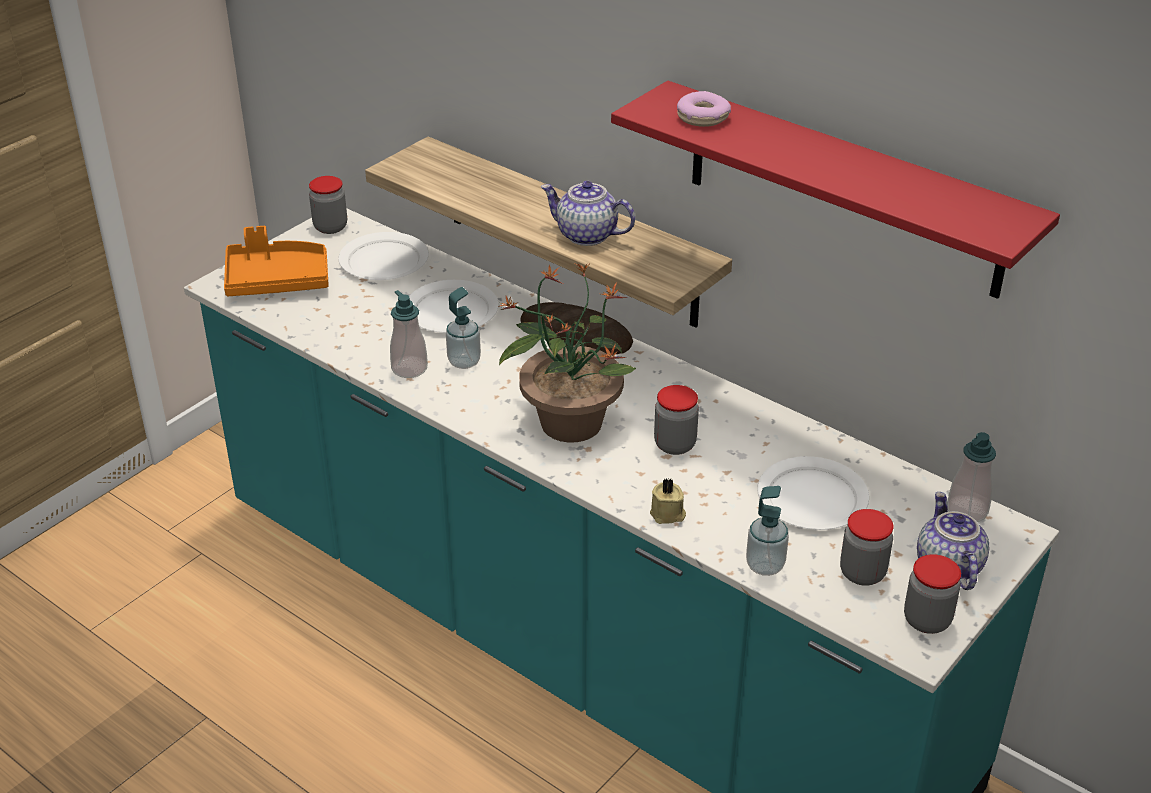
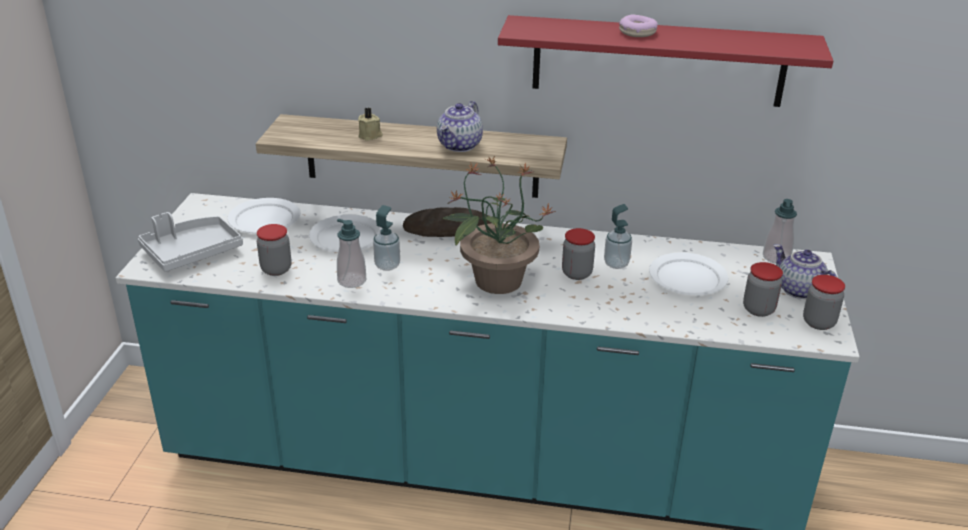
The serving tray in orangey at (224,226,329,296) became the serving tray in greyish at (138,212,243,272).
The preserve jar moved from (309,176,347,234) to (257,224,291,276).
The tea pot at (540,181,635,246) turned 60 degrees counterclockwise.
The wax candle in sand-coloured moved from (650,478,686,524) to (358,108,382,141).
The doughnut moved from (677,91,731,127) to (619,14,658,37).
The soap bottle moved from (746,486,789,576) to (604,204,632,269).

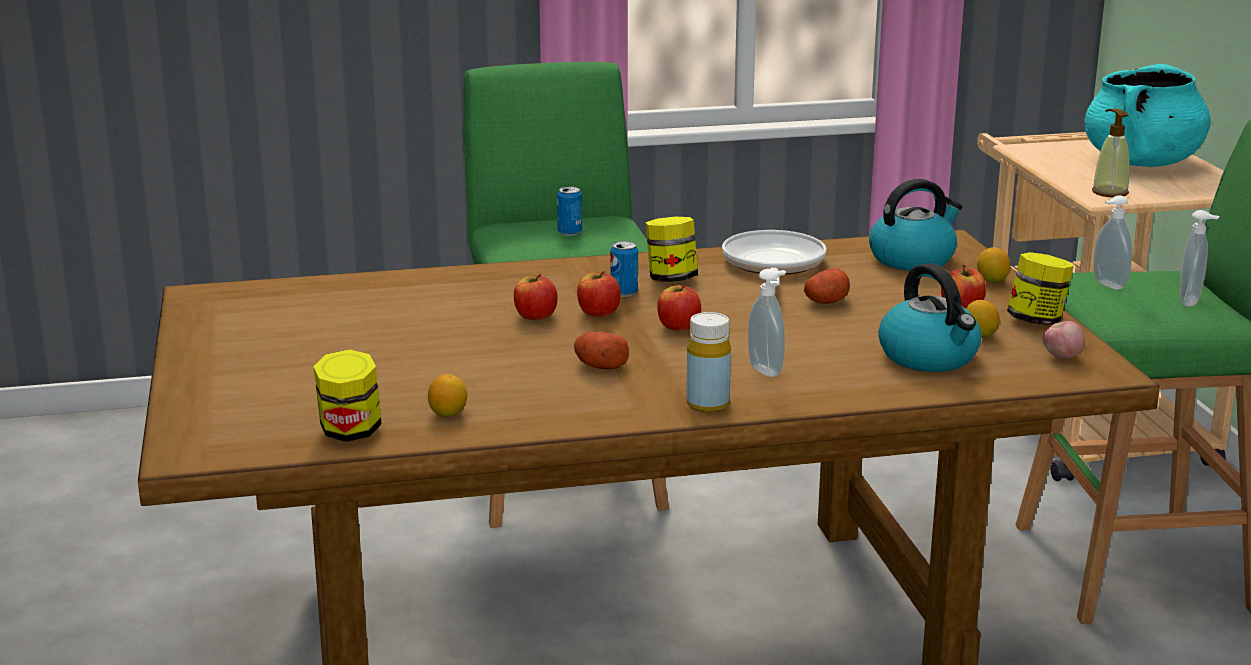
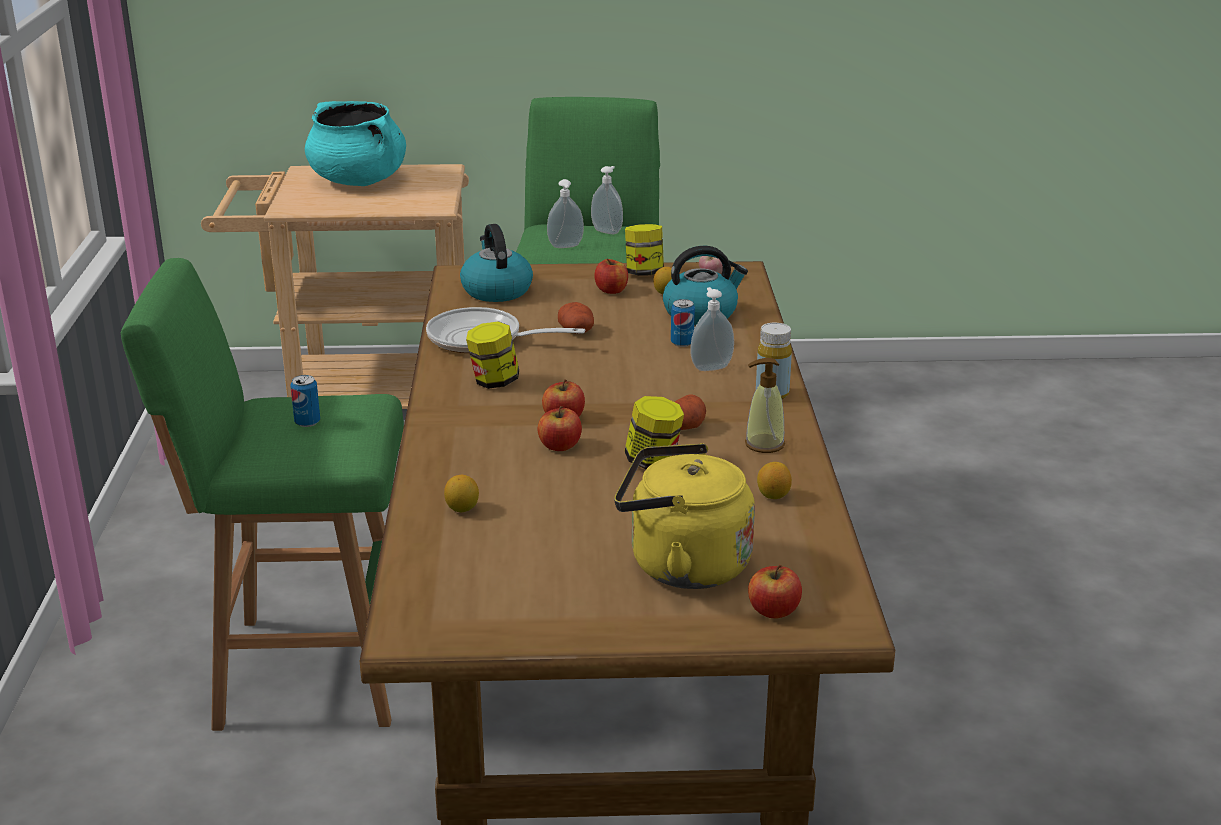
The preserve jar moved from (313,349,382,442) to (625,396,684,469).
The metal can moved from (610,241,638,297) to (671,299,695,347).
The apple moved from (657,285,701,331) to (748,564,802,619).
The citrus fruit moved from (977,247,1010,283) to (444,475,479,512).
The soap bottle moved from (1092,108,1130,197) to (745,358,785,453).
The water kettle in yellowish at (614,443,755,589) appeared.

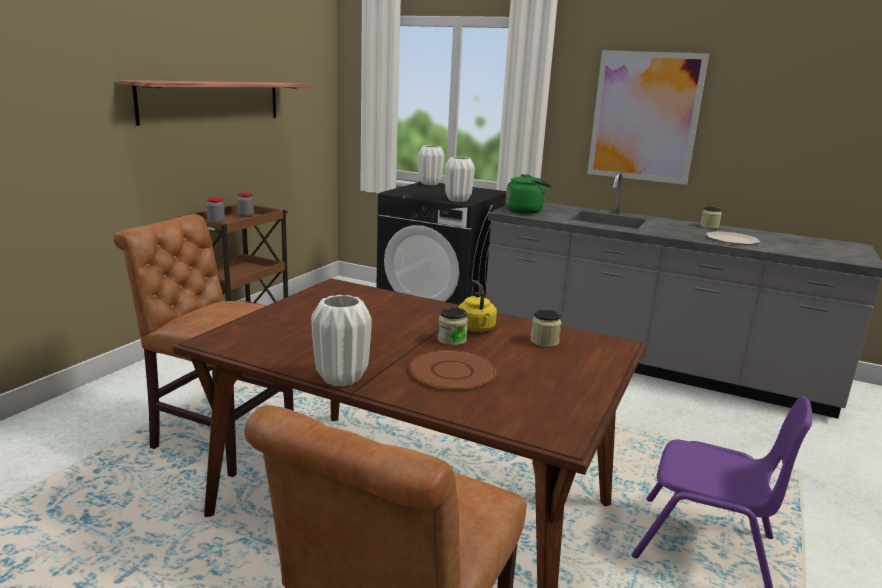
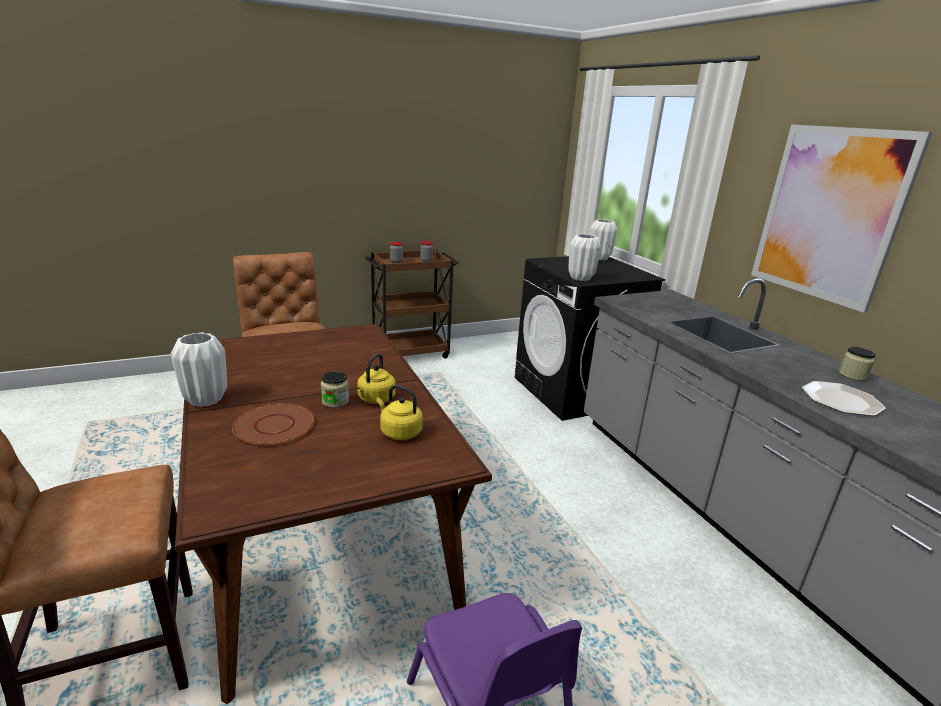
The shelf at (118,80,311,126) disappeared.
The water kettle in green-coloured at (506,174,552,214) disappeared.
The preserve jar at (530,309,562,347) was replaced by the water kettle in yellowish at (376,385,423,440).

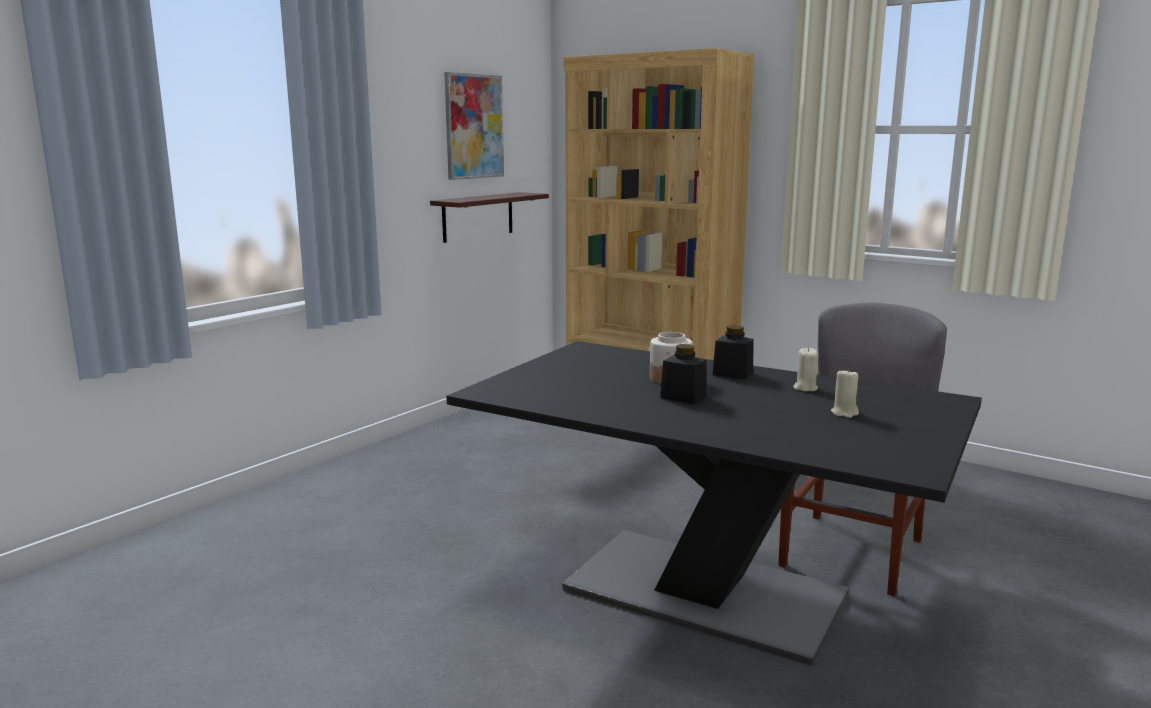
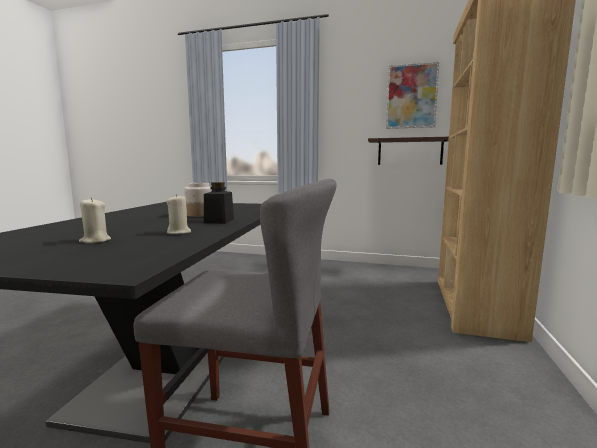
The preserve jar in black at (660,344,707,404) disappeared.

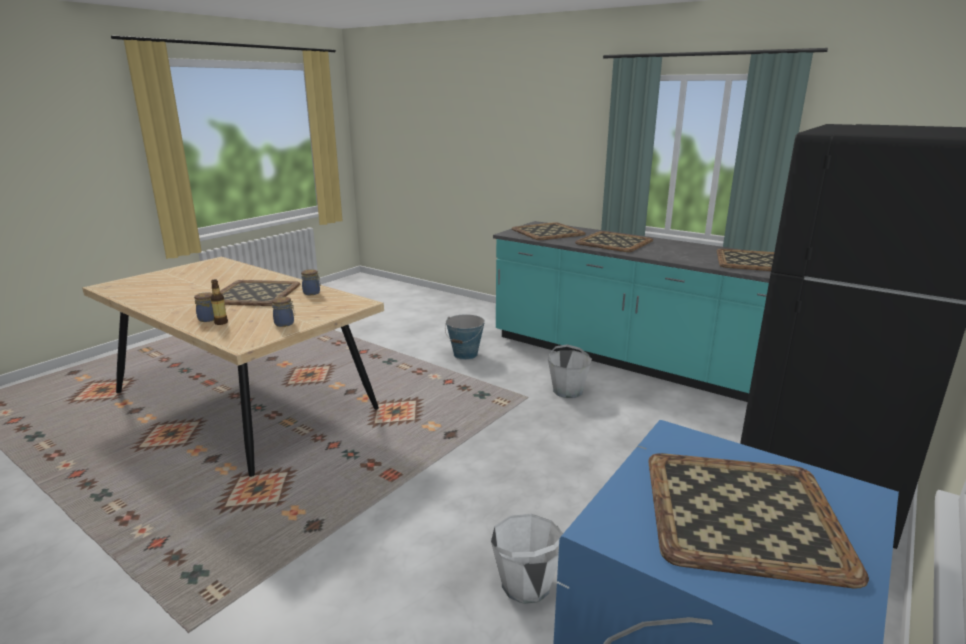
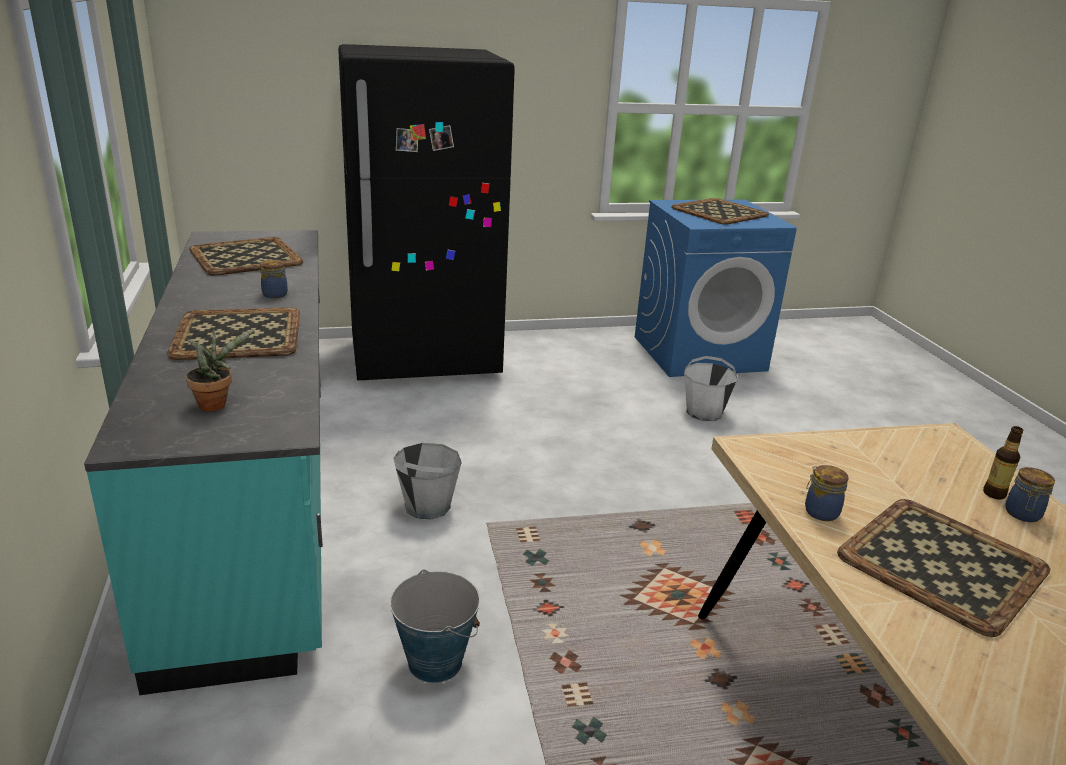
The preserve jar moved from (272,297,295,327) to (260,260,288,298).
The serving tray at (512,222,586,240) was replaced by the houseplant at (186,329,255,411).

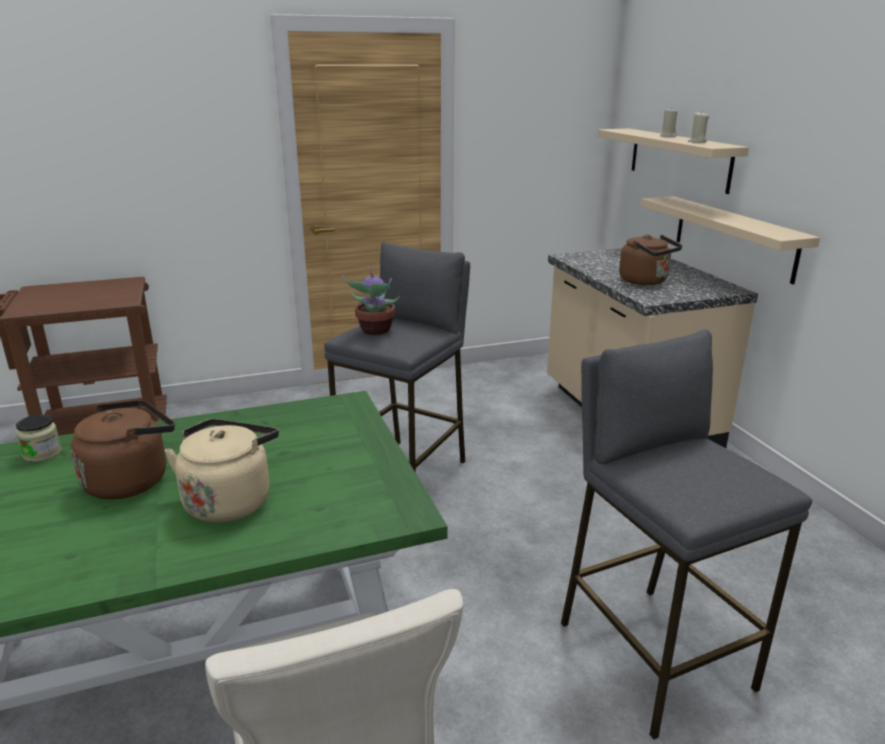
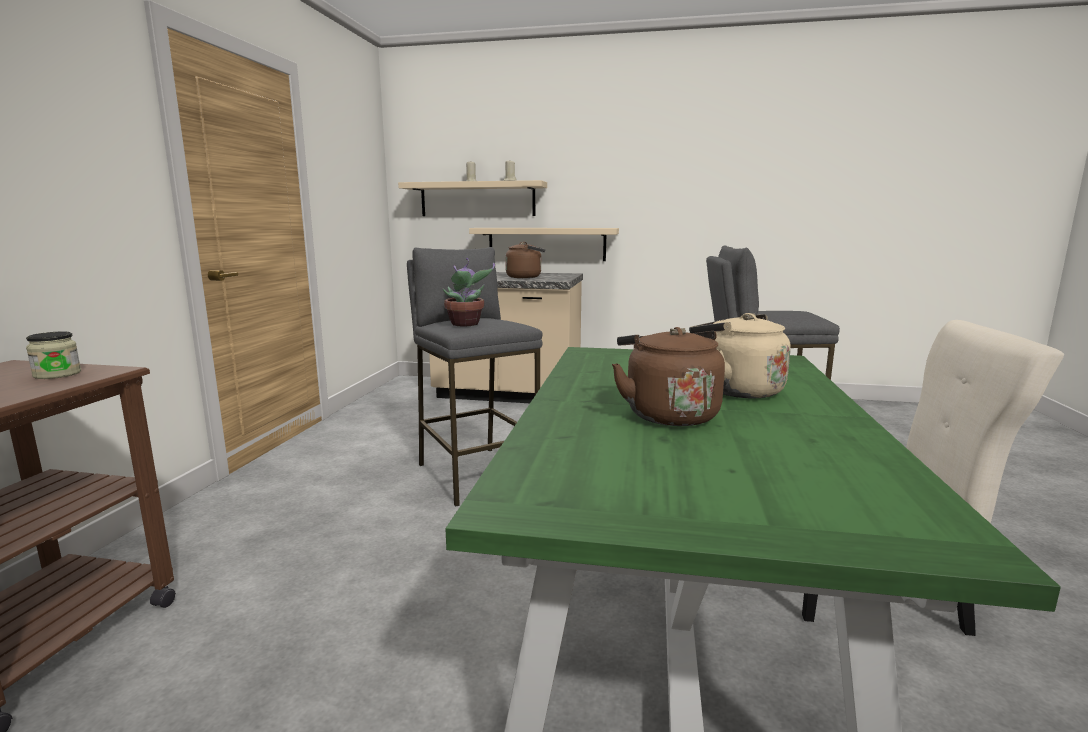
The preserve jar moved from (16,414,62,462) to (26,331,81,379).

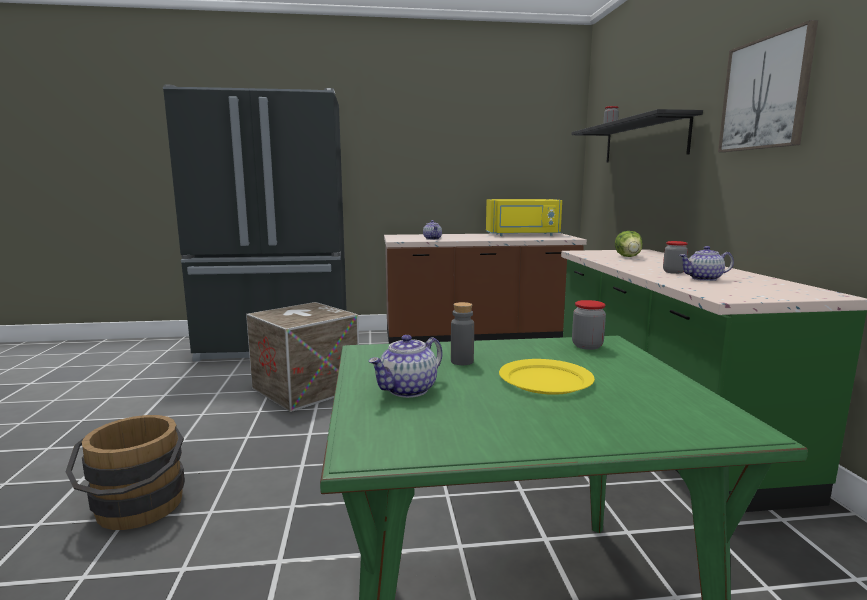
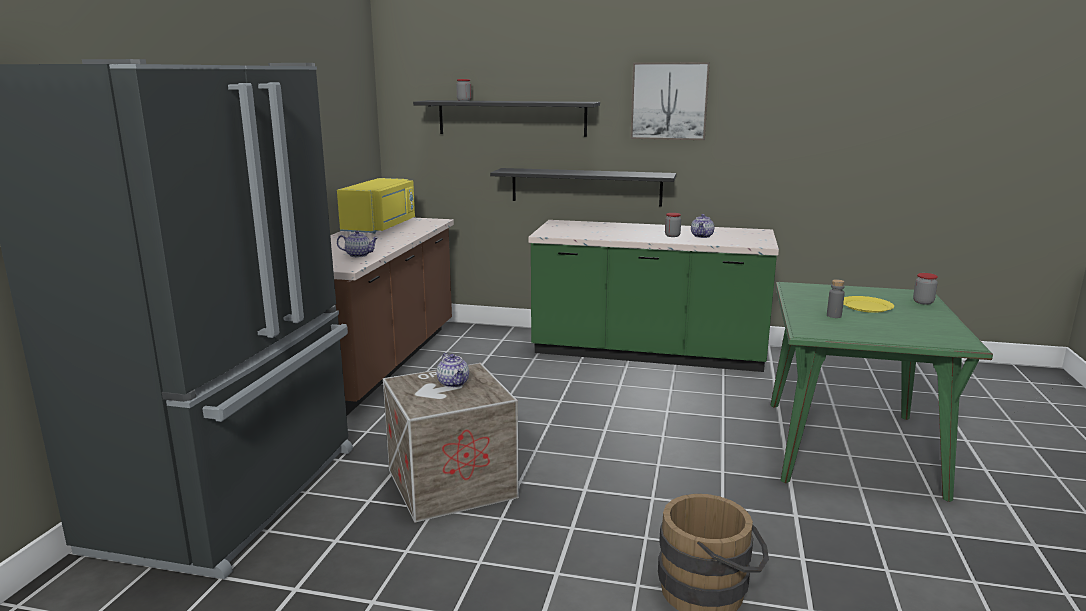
The tea pot moved from (368,335,442,398) to (437,353,469,388).
The preserve jar moved from (572,300,606,350) to (913,273,938,305).
The lettuce at (615,231,643,257) disappeared.
The shelf in black at (490,168,676,207) appeared.

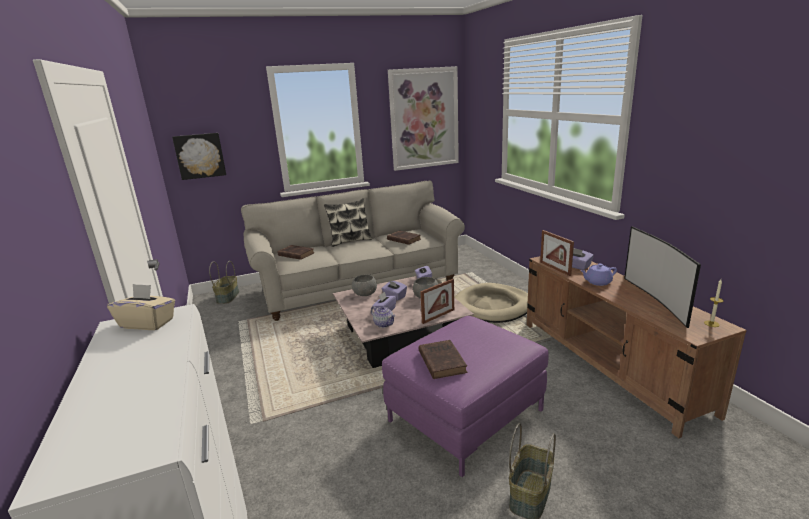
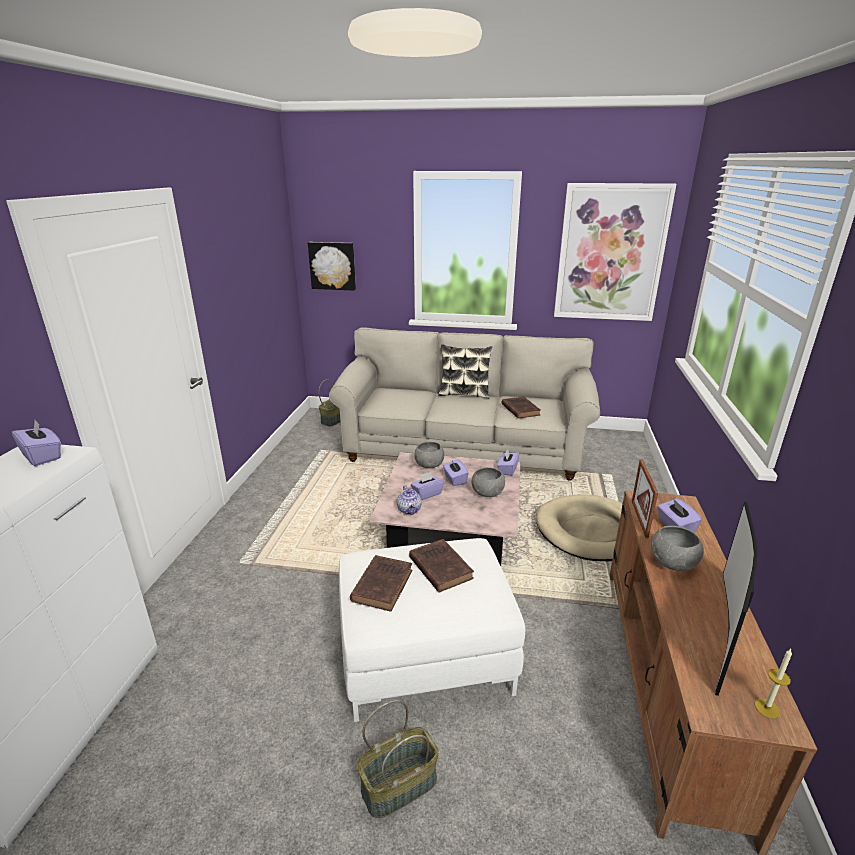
The box of tissues in sand-coloured at (107,284,175,330) became the box of tissues in purple at (12,420,61,466).
The book in brownish moved from (278,245,314,260) to (409,539,474,593).
The pouffe in purple at (382,316,549,477) became the pouffe in white-coloured at (339,538,525,722).
The standing frame at (420,279,454,324) disappeared.
The tea pot in purple at (581,264,617,286) was replaced by the bowl in greyish at (651,526,704,571).

